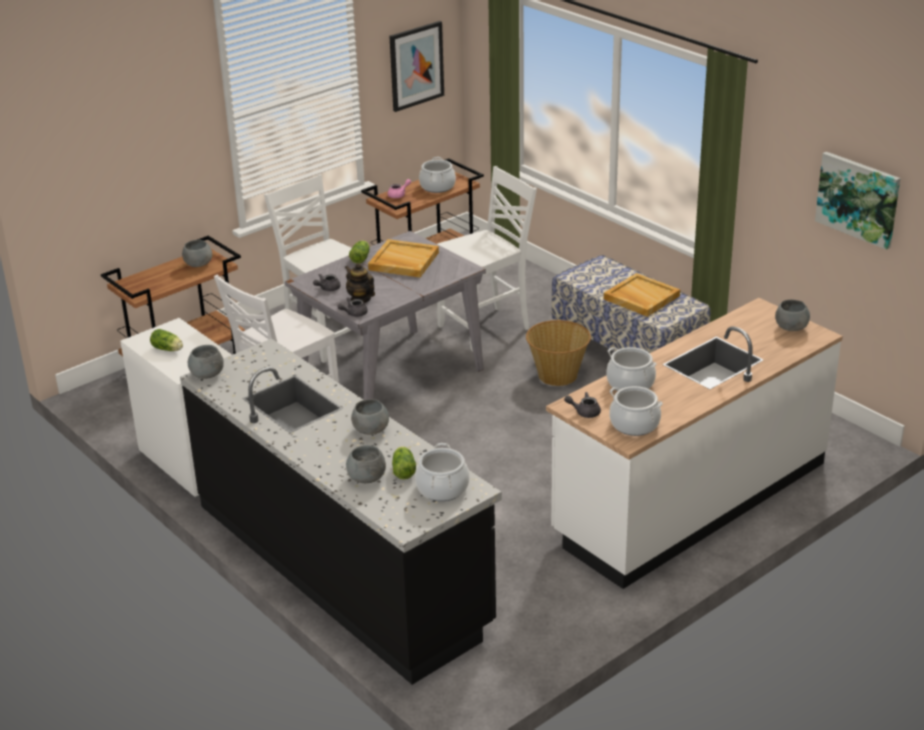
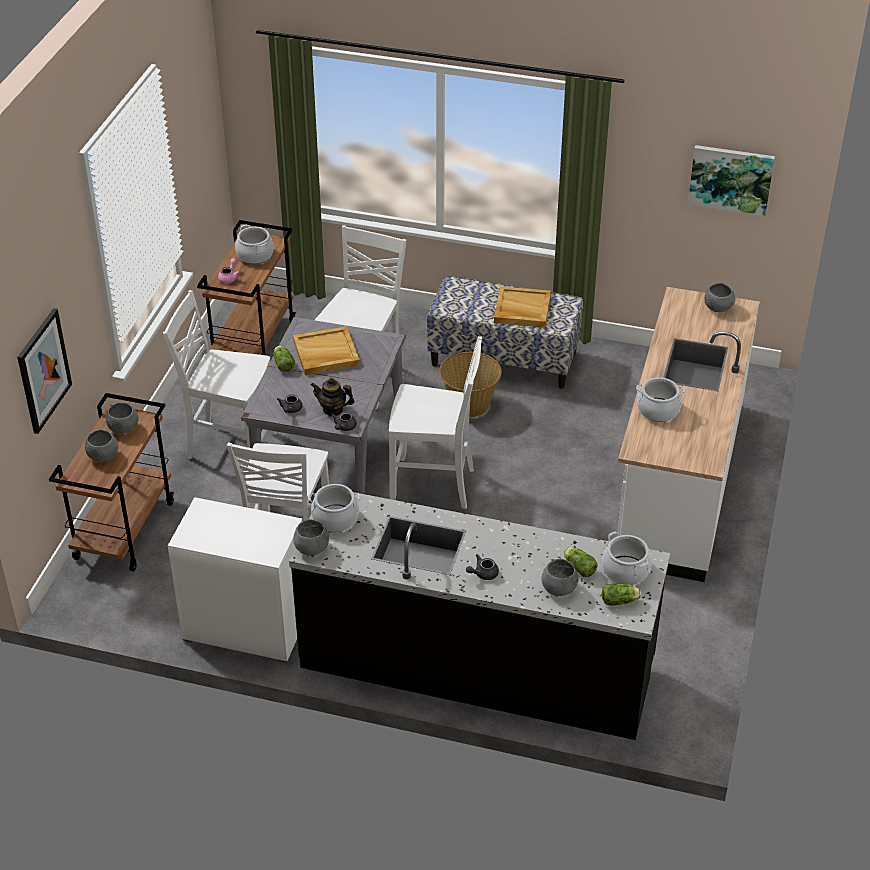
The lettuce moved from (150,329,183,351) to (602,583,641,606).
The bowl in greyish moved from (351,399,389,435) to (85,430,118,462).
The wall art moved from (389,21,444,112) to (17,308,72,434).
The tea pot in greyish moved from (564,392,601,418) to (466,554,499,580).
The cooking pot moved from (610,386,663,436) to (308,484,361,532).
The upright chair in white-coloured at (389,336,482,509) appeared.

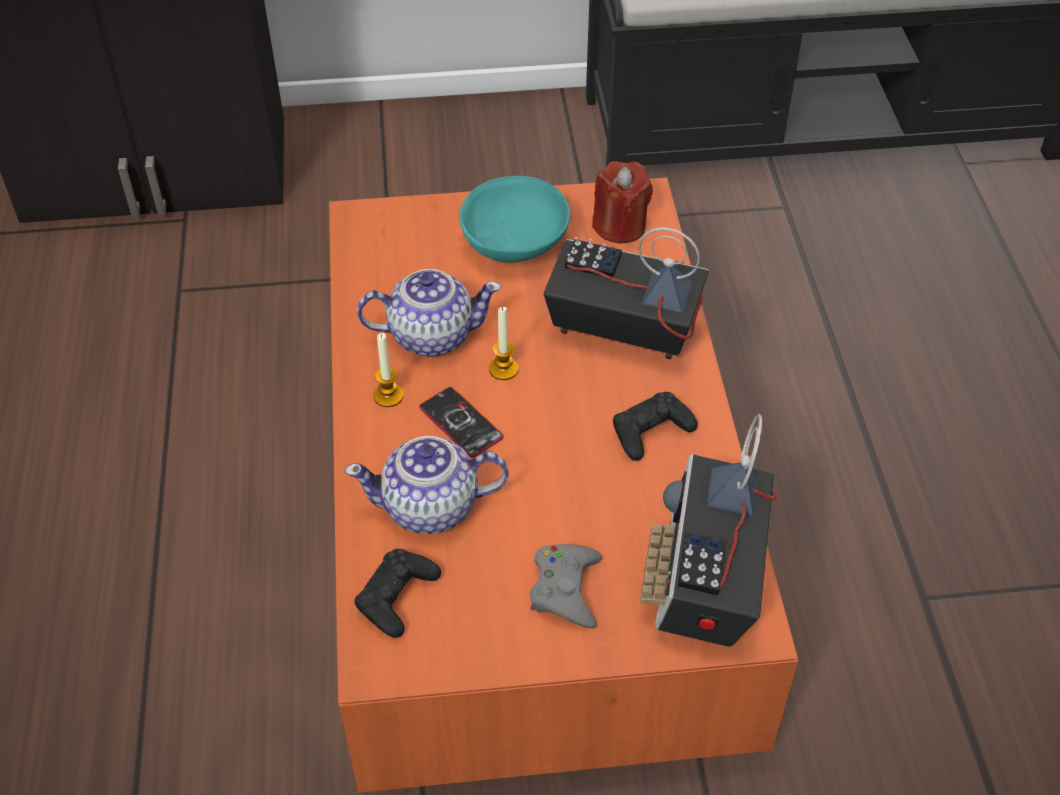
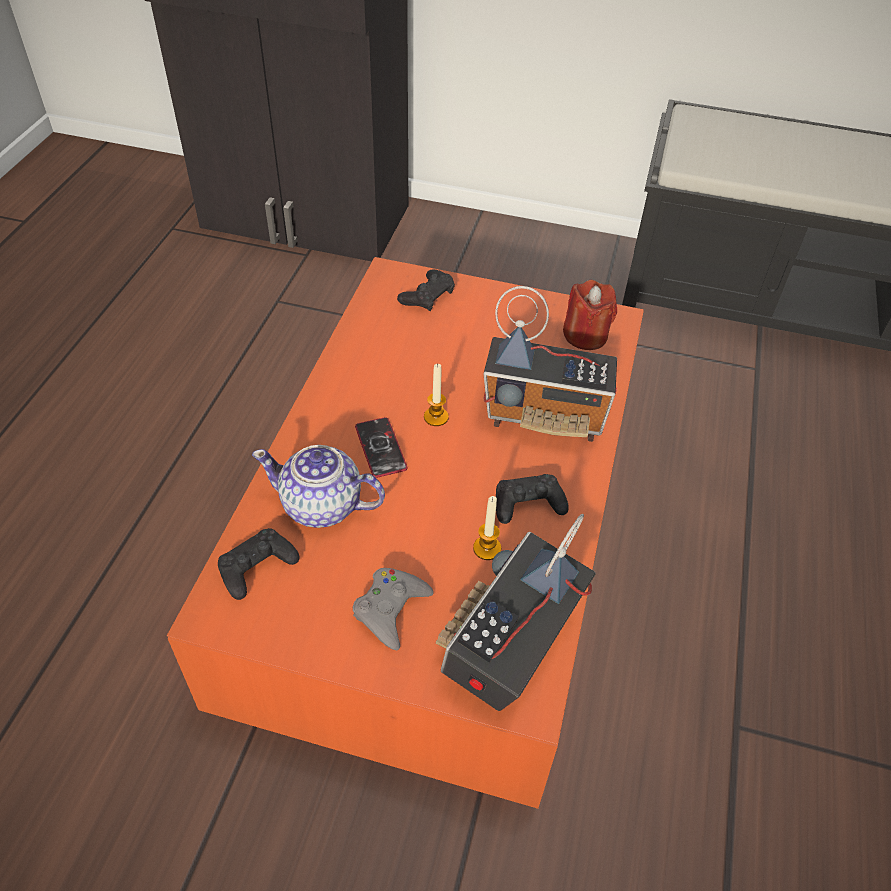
The tea pot at (357,269,502,357) disappeared.
The wax candle moved from (373,333,404,407) to (473,496,501,560).
The bowl in turquoise at (459,176,570,263) disappeared.
The radio set at (543,227,709,359) turned 150 degrees clockwise.
The game controller in black at (397,270,455,311) appeared.

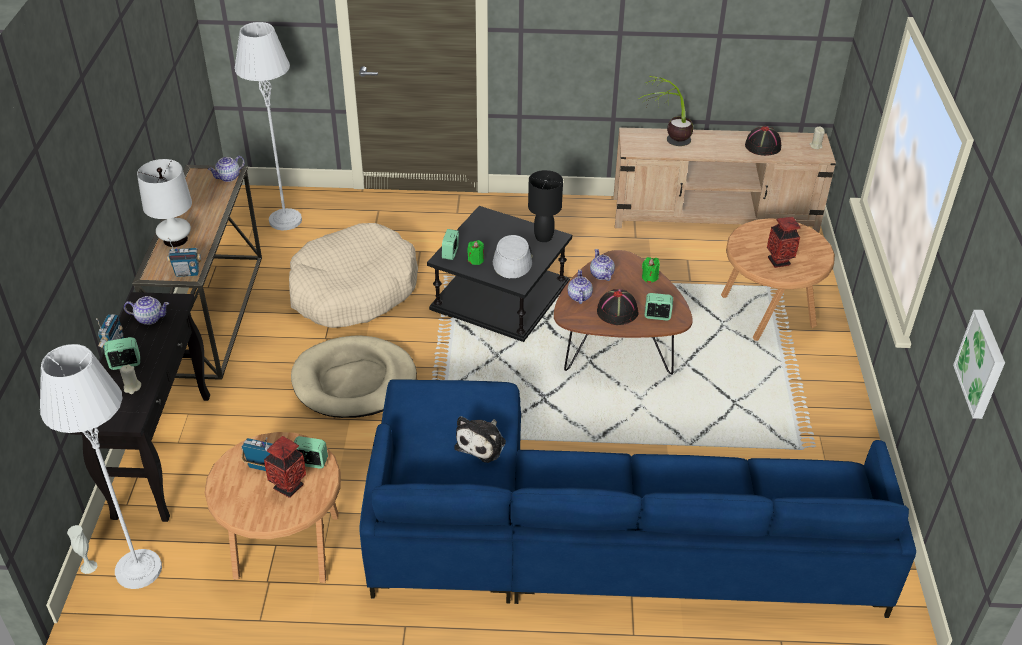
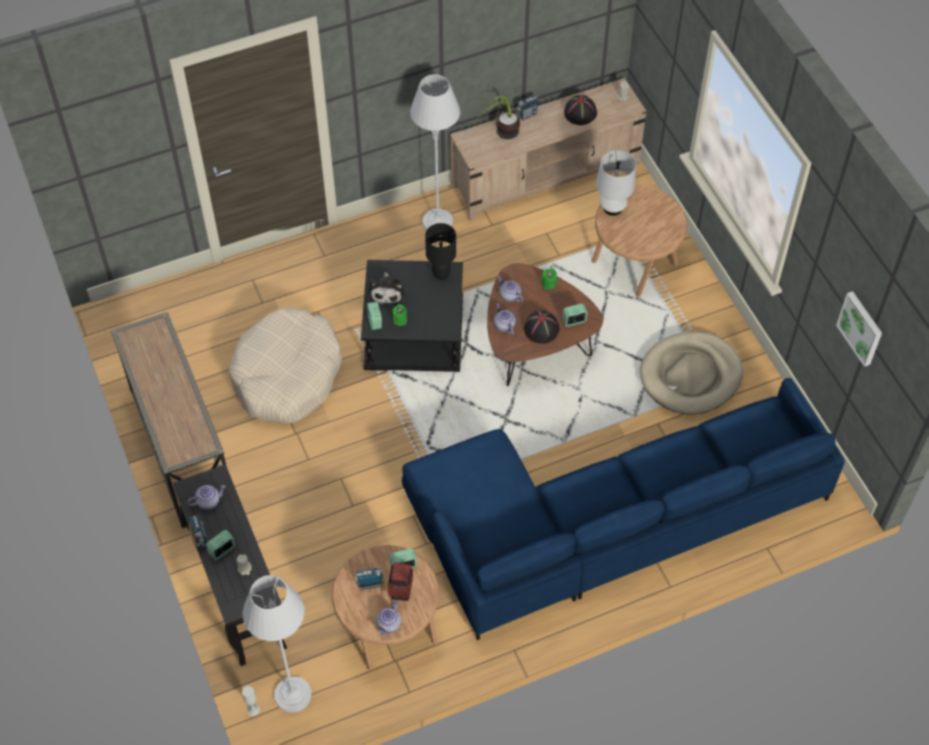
The lamp for a table in white-coloured moved from (137,159,192,247) to (596,150,636,216).
The radio set moved from (167,238,201,277) to (515,94,539,120).
The tea pot moved from (208,156,245,182) to (376,601,401,635).
The standing lamp in greyish moved from (235,22,302,230) to (410,74,460,230).
The dog bed in sand-coloured moved from (291,335,417,418) to (640,331,743,414).
The cuddly toy moved from (454,416,506,463) to (369,272,404,305).
The clothing hat in greyish at (493,235,532,278) disappeared.
The flower vase at (767,217,801,268) disappeared.

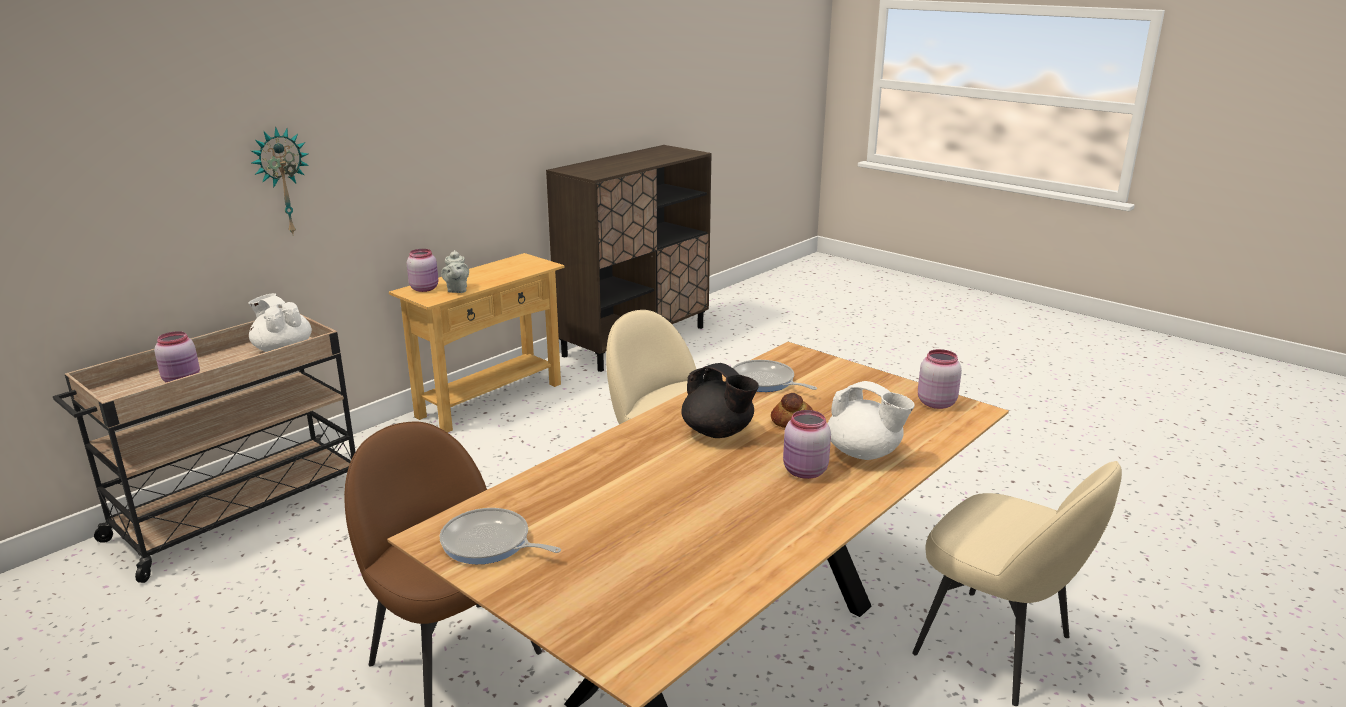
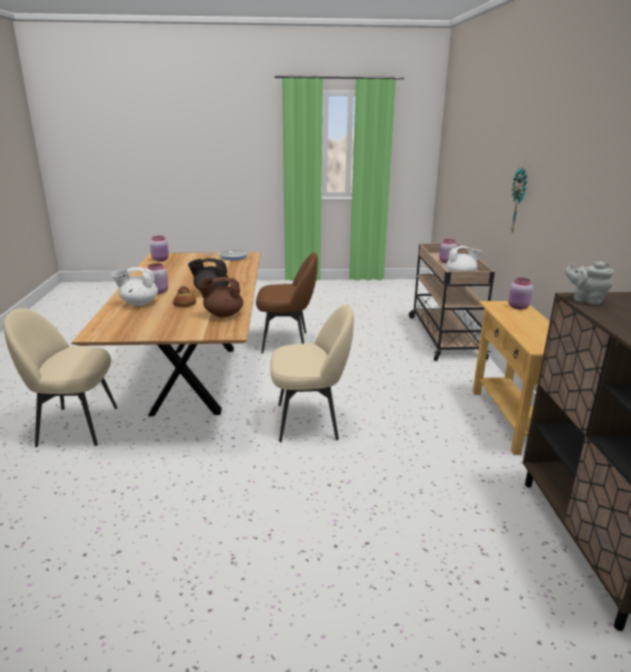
The tea pot in greyish moved from (441,250,469,293) to (565,261,613,305).
The frying pan at (732,360,817,392) was replaced by the tea pot in brownish at (197,277,243,317).
The preserve jar in pink-coloured moved from (918,349,962,409) to (150,236,169,261).

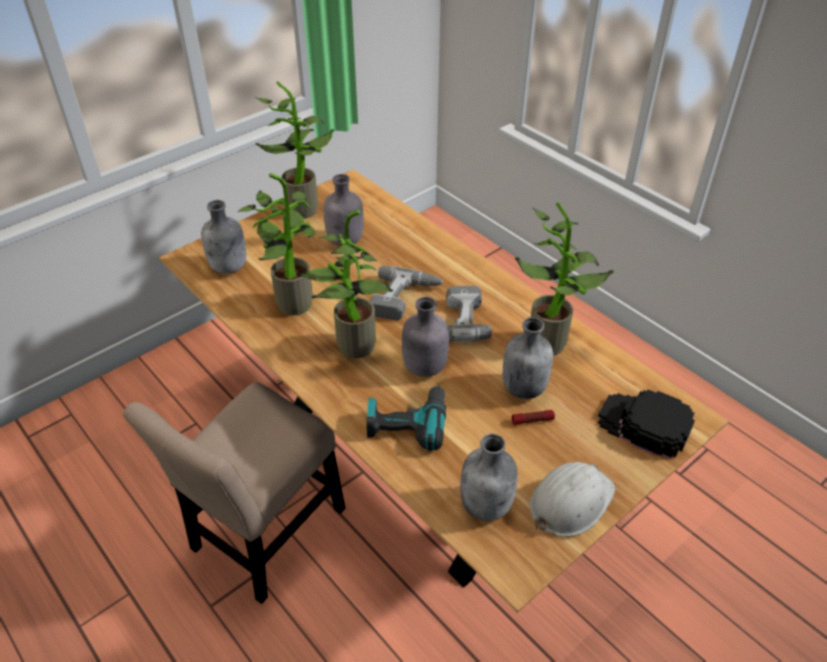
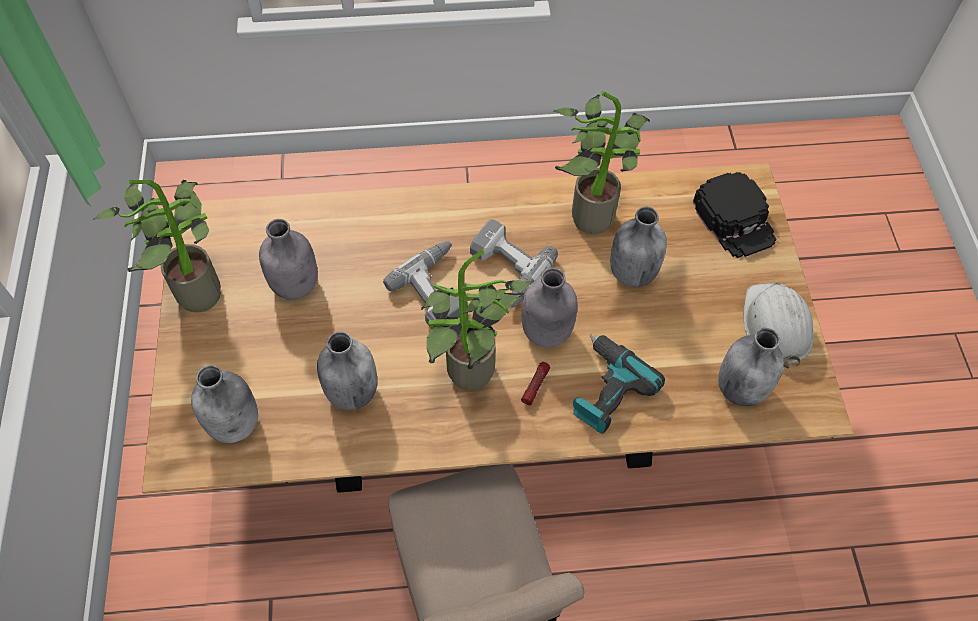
The houseplant at (237,173,316,316) was replaced by the drink bottle in greyish at (317,331,377,410).
The torch moved from (512,410,555,425) to (521,362,550,405).
The cap in black at (598,390,695,459) turned 90 degrees counterclockwise.

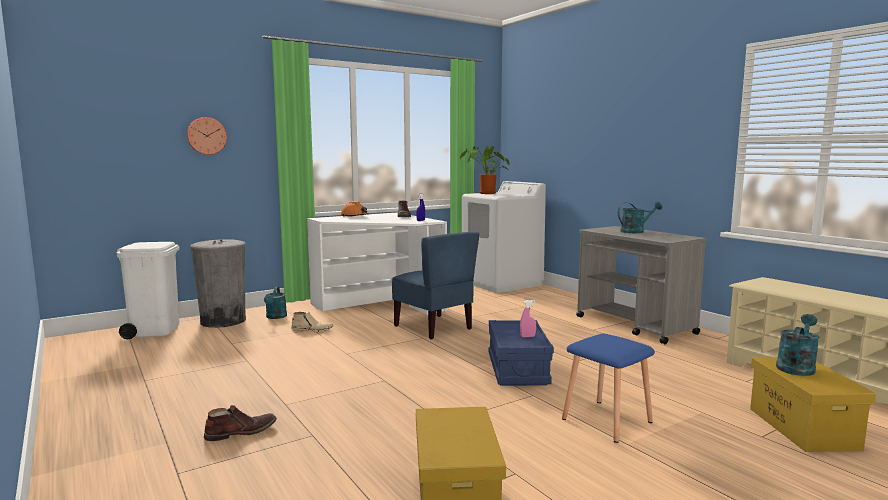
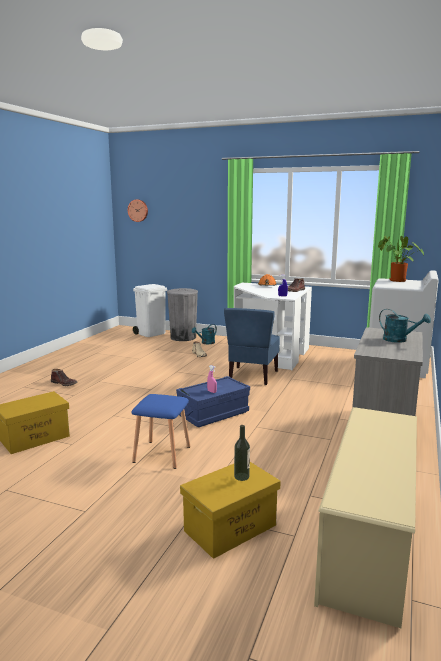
The hanging clock moved from (187,117,227,155) to (128,199,148,222).
The watering pot in turquoise at (776,314,820,376) was replaced by the drink bottle at (234,425,250,481).

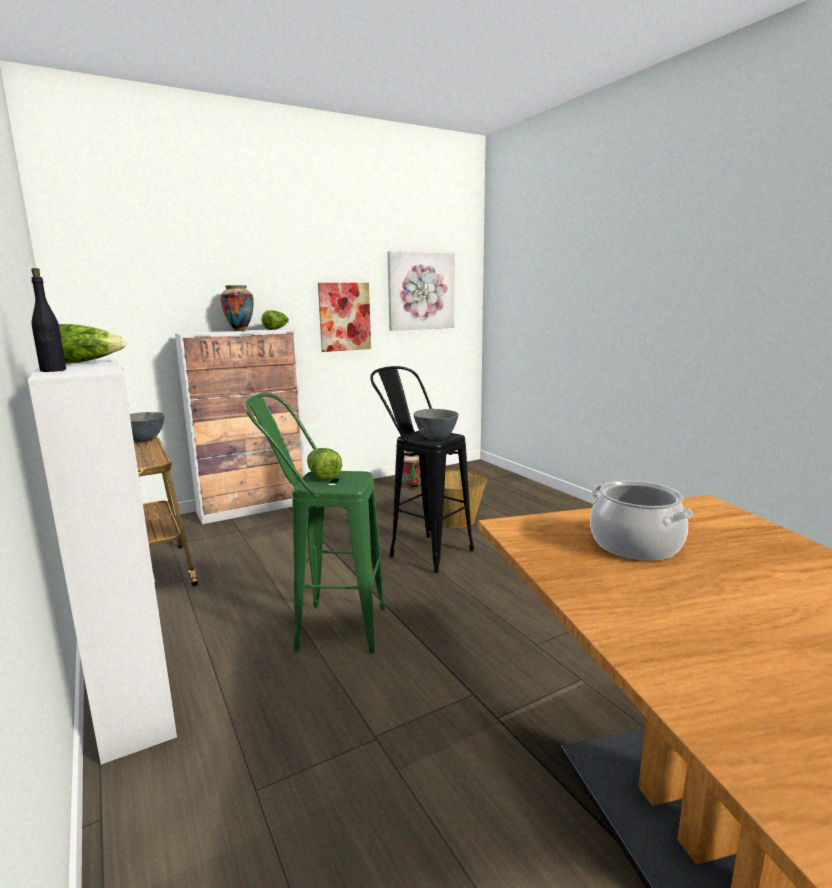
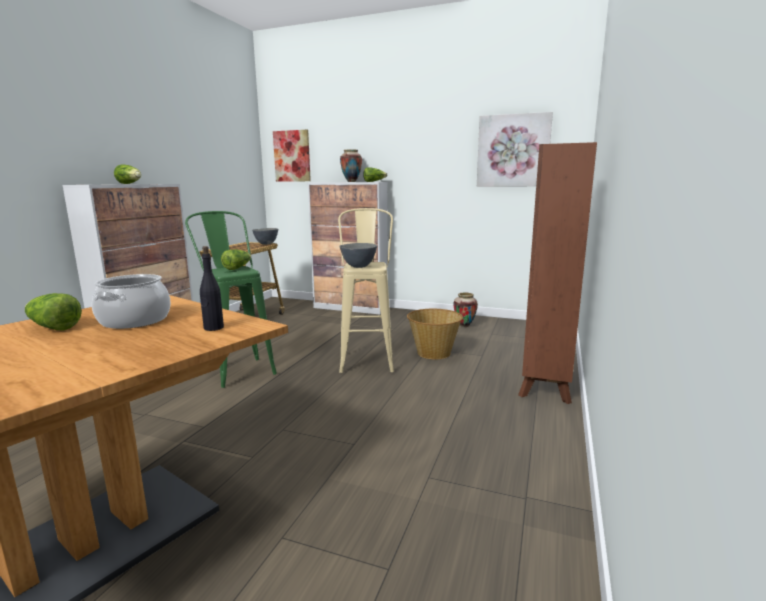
The drink bottle in black moved from (31,268,66,372) to (200,246,224,331).
The wall art moved from (318,283,371,352) to (273,130,311,182).
The stool seat in black at (370,366,474,573) became the stool seat in sand-coloured at (338,208,394,373).
The lettuce at (25,293,82,331) appeared.
The bookcase in brownish at (518,142,597,404) appeared.

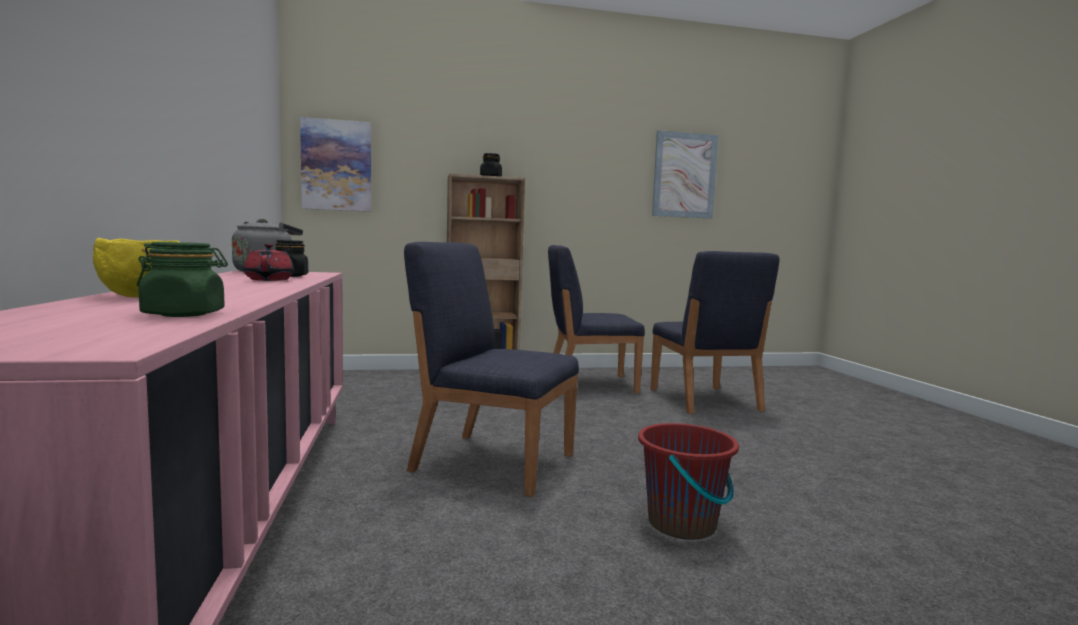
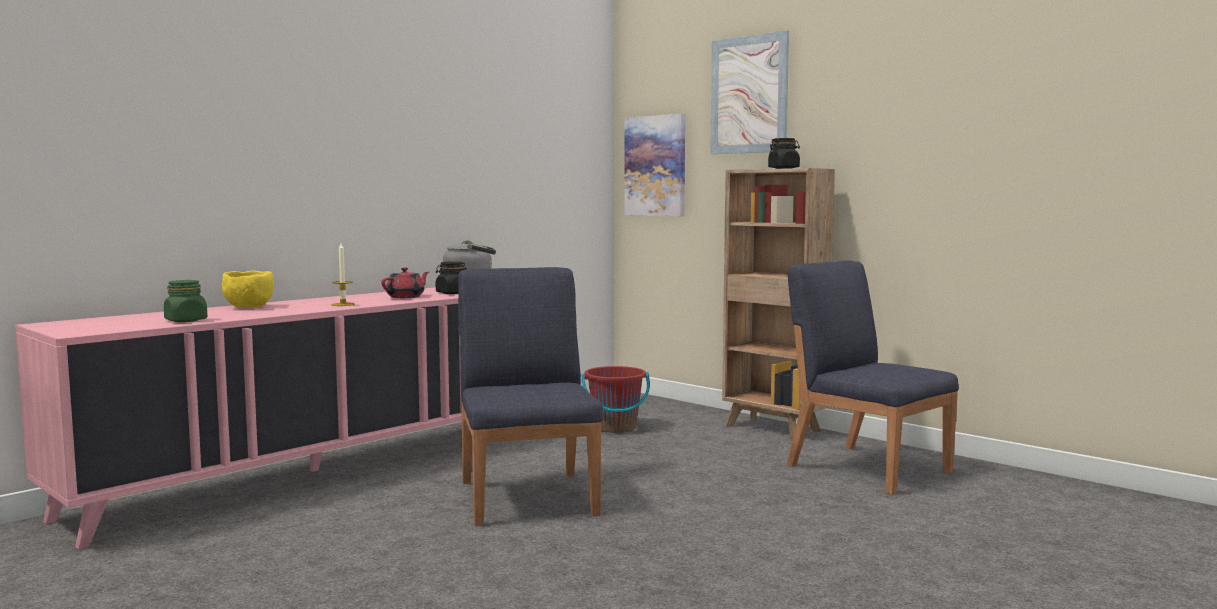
The pail in reddish moved from (638,423,739,540) to (581,366,650,433).
The upright chair in bluish at (650,251,780,414) disappeared.
The wall art moved from (652,131,718,219) to (710,31,789,154).
The wax candle at (331,243,355,306) appeared.

